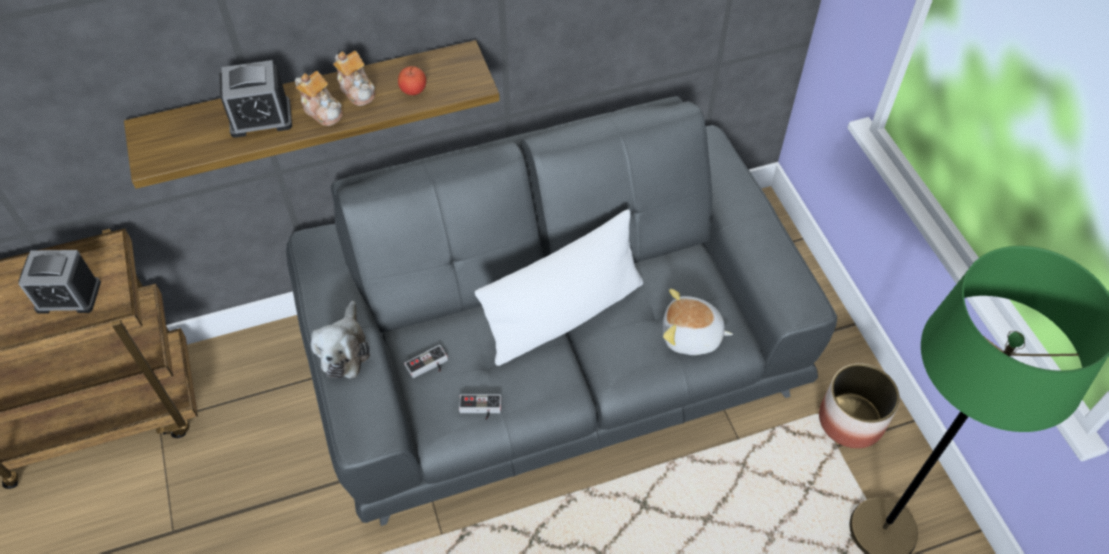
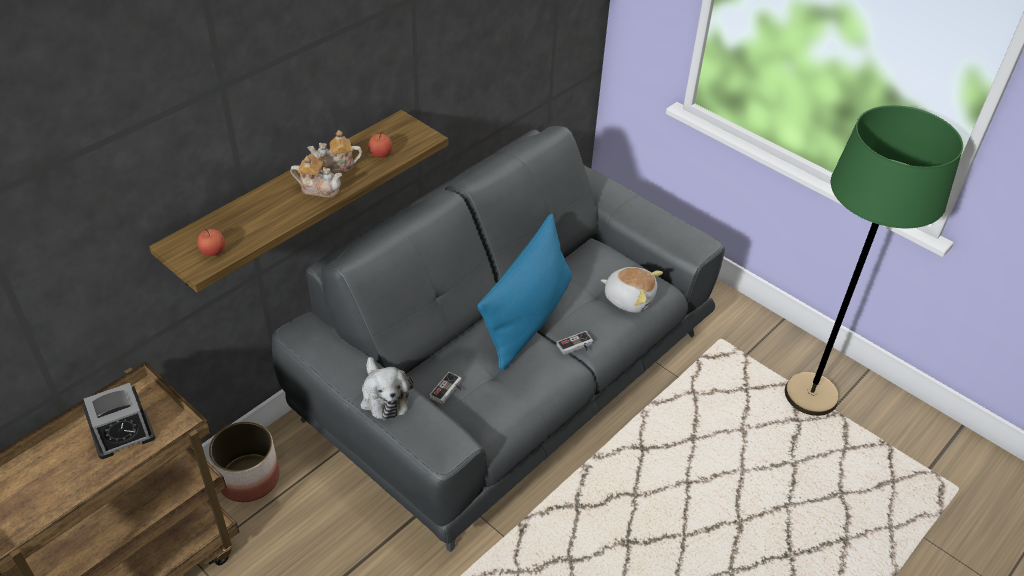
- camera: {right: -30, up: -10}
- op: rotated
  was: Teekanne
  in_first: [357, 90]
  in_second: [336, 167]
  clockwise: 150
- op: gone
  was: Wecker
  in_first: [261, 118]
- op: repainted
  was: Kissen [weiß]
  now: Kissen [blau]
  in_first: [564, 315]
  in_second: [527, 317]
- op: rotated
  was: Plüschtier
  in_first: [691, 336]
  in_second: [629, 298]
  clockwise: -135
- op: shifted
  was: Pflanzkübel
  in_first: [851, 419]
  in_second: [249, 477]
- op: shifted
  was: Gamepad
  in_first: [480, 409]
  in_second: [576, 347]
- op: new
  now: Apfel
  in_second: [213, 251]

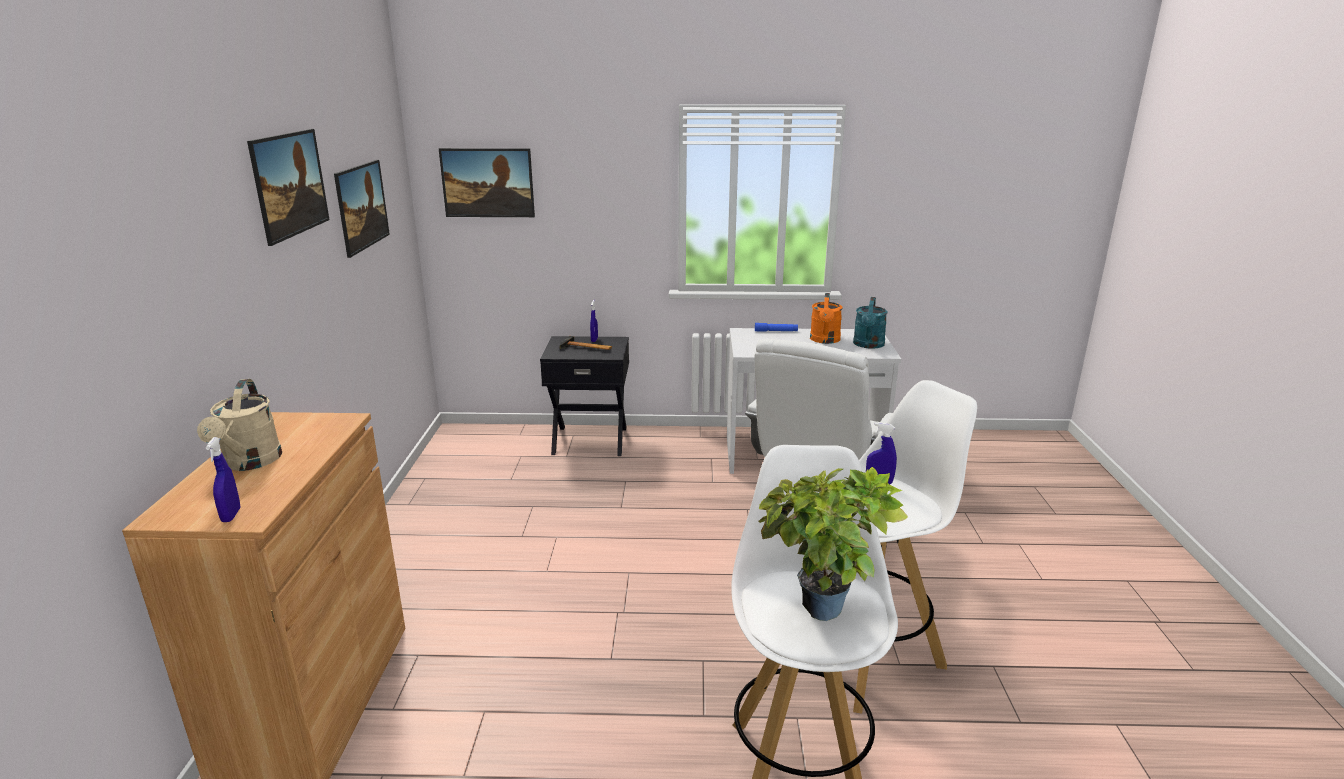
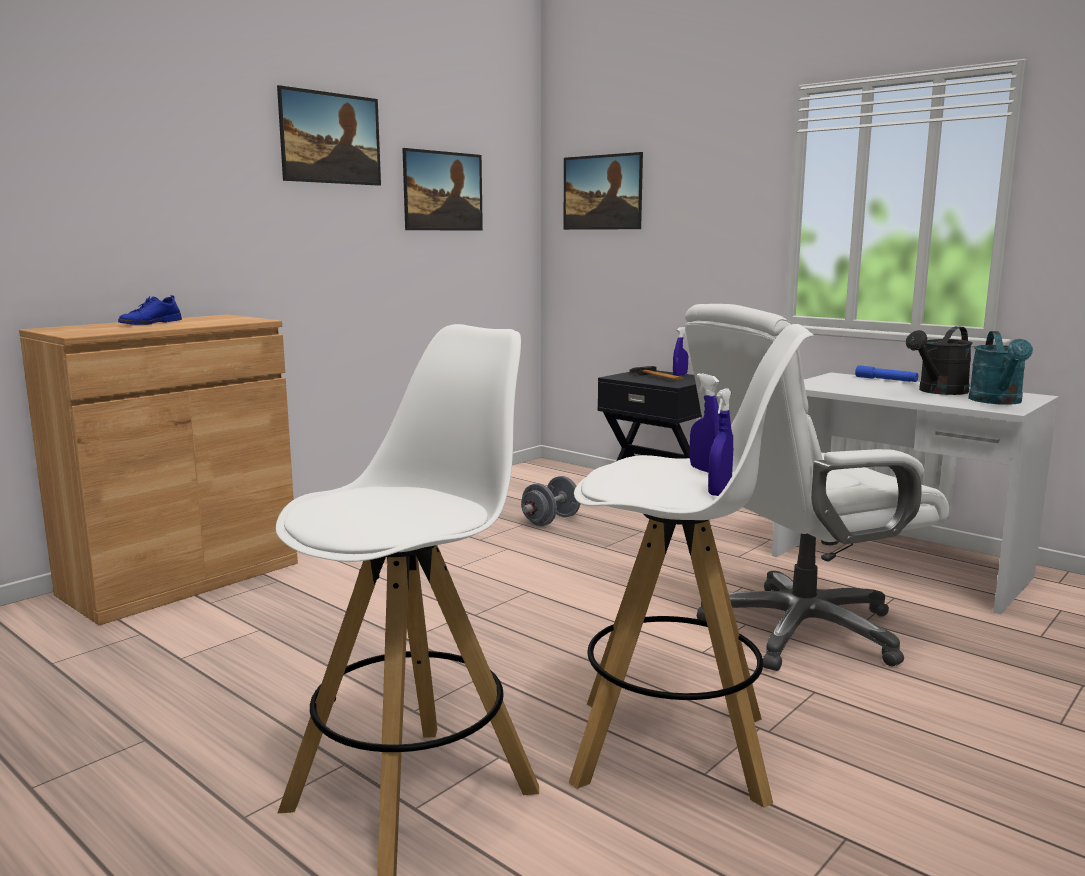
- camera: {right: 40, up: -10}
- op: repainted
  was: Gießkanne [orange]
  now: Gießkanne [schwarz]
  in_first: [825, 340]
  in_second: [938, 392]
- op: rotated
  was: Gießkanne [türkis]
  in_first: [868, 345]
  in_second: [998, 402]
  clockwise: -45
- op: swapped
  was: Gießkanne [beige]
  now: Schuh [blau]
  in_first: [249, 463]
  in_second: [150, 323]
- op: shifted
  was: Sprühflasche [blau]
  in_first: [231, 515]
  in_second: [719, 492]
- op: gone
  was: Topfpflanze
  in_first: [821, 616]
- op: new
  now: Hantel [grau]
  in_second: [551, 520]

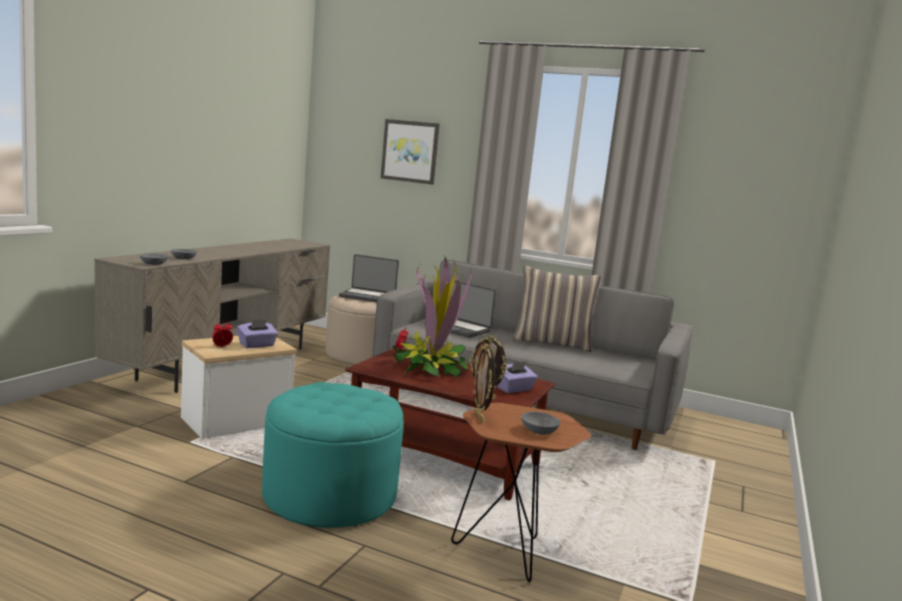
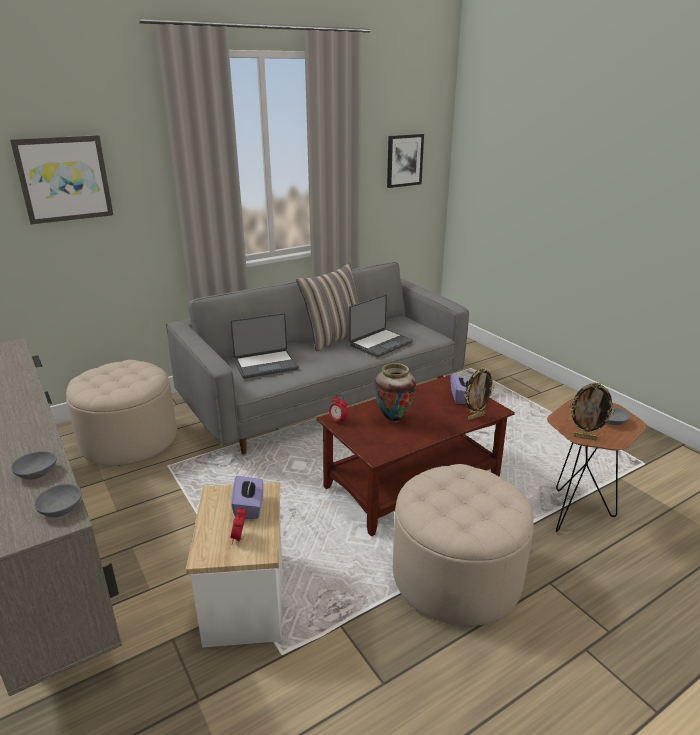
- camera: {right: -55, up: 15}
- op: shifted
  was: Laptop
  in_first: [368, 297]
  in_second: [380, 343]
- op: swapped
  was: Topfpflanze
  now: Vase
  in_first: [431, 368]
  in_second: [393, 419]
- op: repainted
  was: Polsterhocker [türkis]
  now: Polsterhocker [beige]
  in_first: [330, 495]
  in_second: [456, 576]
- op: new
  now: Bild
  in_second: [404, 160]

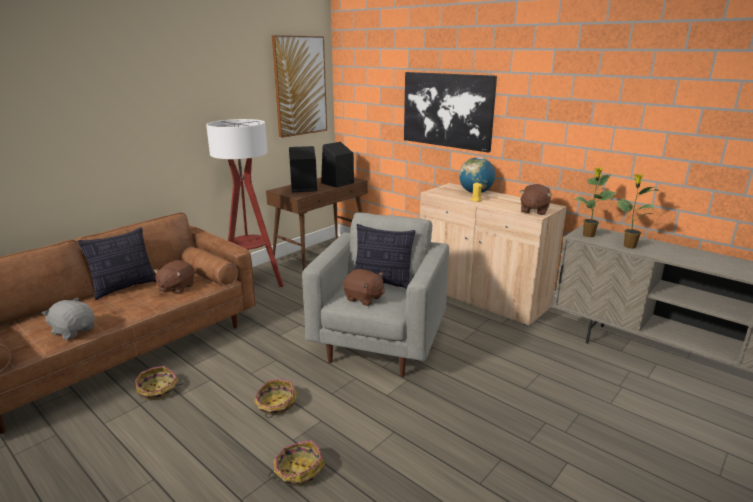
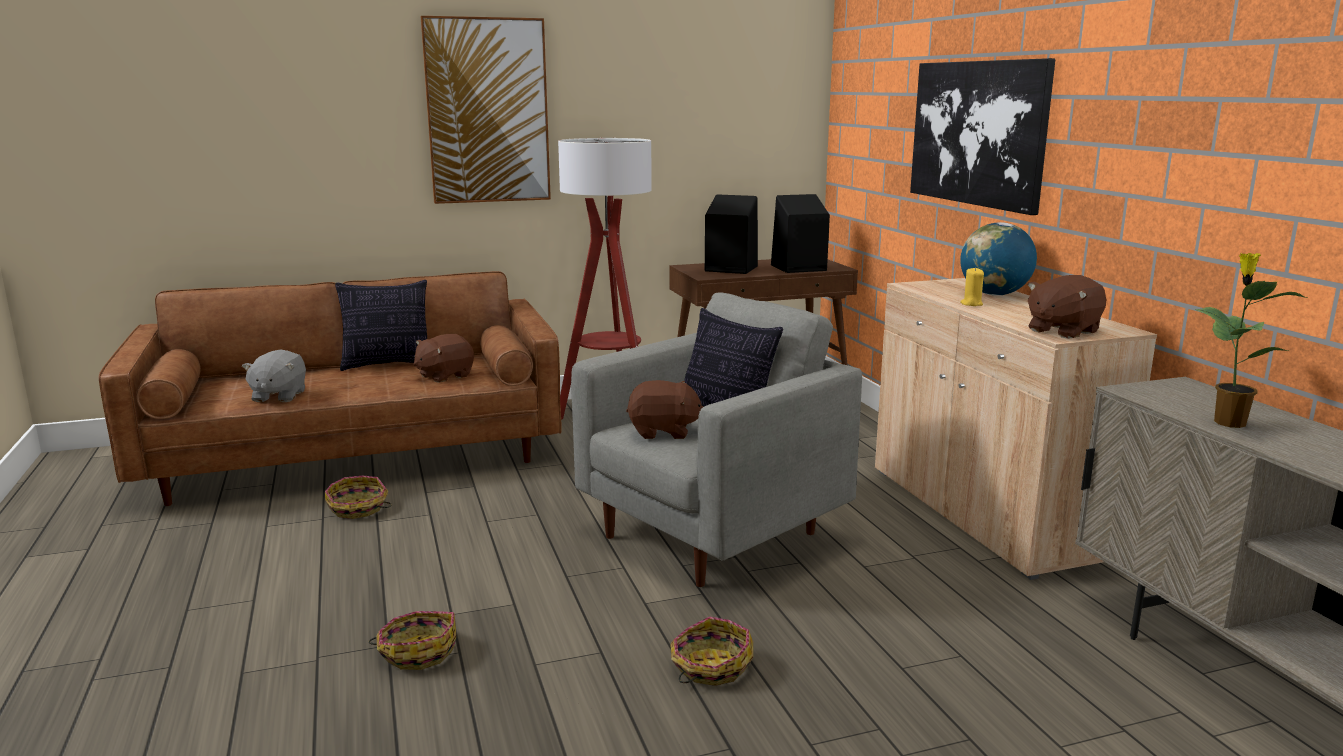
- camera: {right: 30, up: -5}
- op: shifted
  was: Bild
  in_first: [300, 86]
  in_second: [487, 111]
- op: gone
  was: Topfpflanze
  in_first: [588, 235]
- op: rotated
  was: Plüschtier [braun]
  in_first: [364, 298]
  in_second: [663, 432]
  clockwise: -60
- op: rotated
  was: Plüschtier [grau]
  in_first: [74, 331]
  in_second: [278, 396]
  clockwise: -150
- op: shifted
  was: Korb
  in_first: [276, 404]
  in_second: [710, 666]

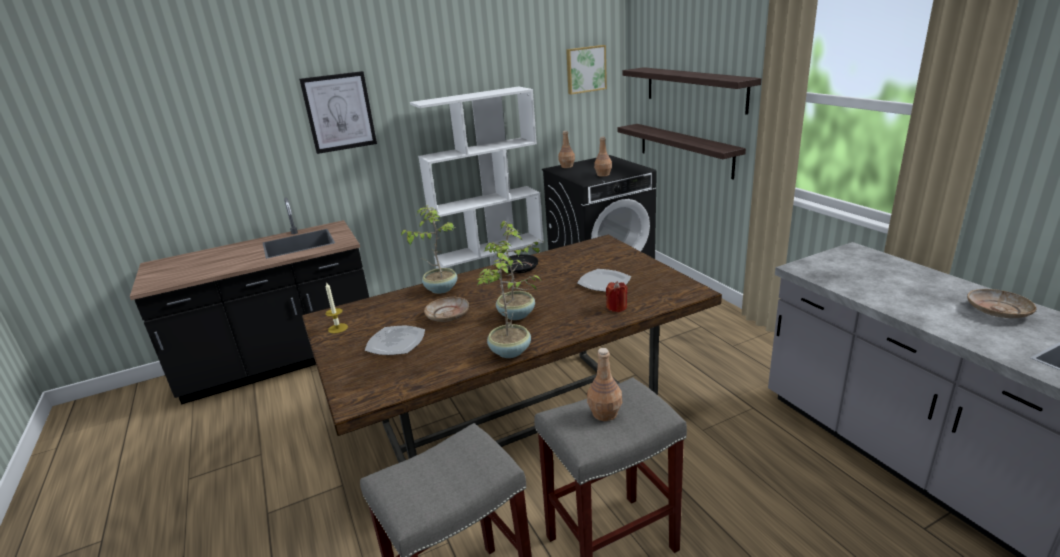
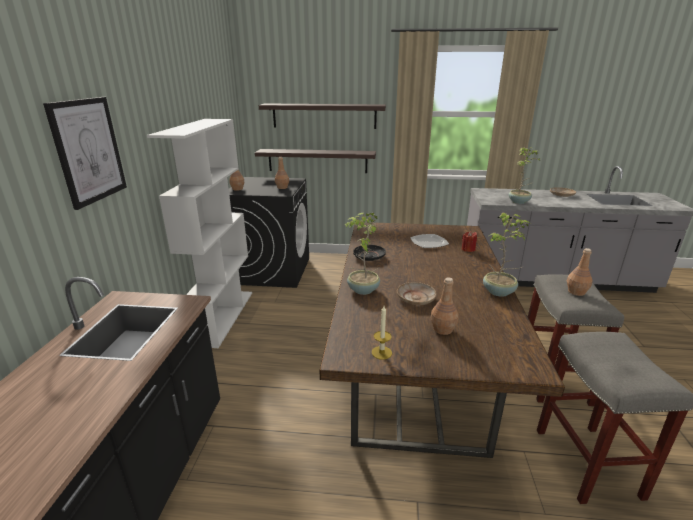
- camera: {right: -60, up: 0}
- op: gone
  was: Bild
  in_first: [585, 69]
- op: shifted
  was: Topfpflanze
  in_first: [517, 315]
  in_second: [519, 202]
- op: swapped
  was: Teller
  now: Flasche [braun]
  in_first: [396, 342]
  in_second: [442, 329]

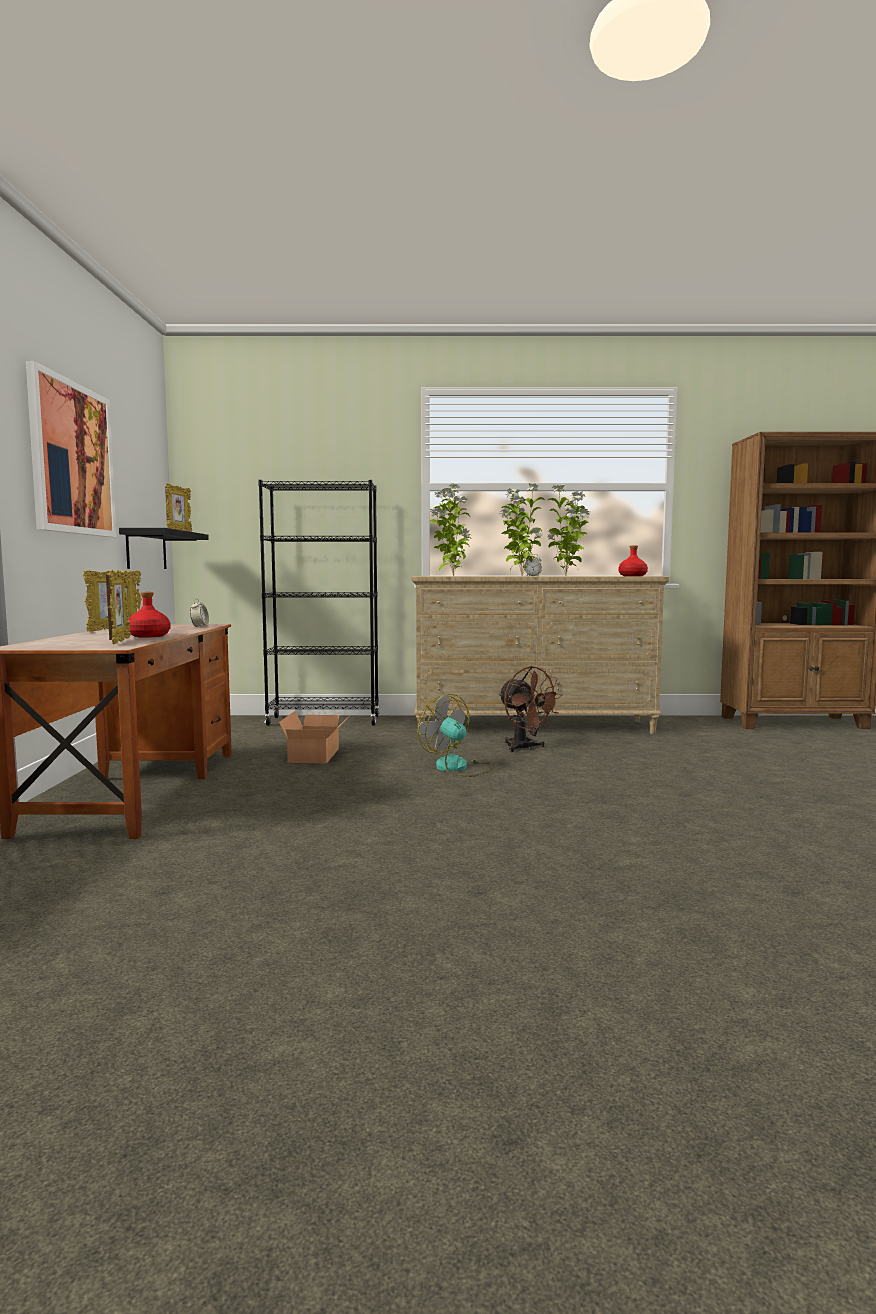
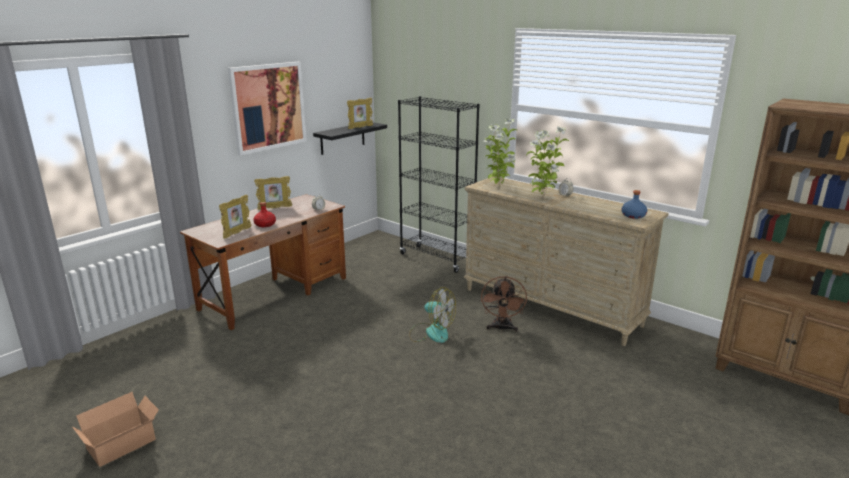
- camera: {right: 40, up: 15}
- op: gone
  was: Topfpflanze
  in_first: [567, 576]
- op: repainted
  was: Flasche [rot]
  now: Flasche [blau]
  in_first: [632, 576]
  in_second: [633, 216]
- op: rotated
  was: Ventilator
  in_first: [458, 768]
  in_second: [431, 332]
  clockwise: 120
- op: shifted
  was: Karton
  in_first: [317, 755]
  in_second: [123, 444]

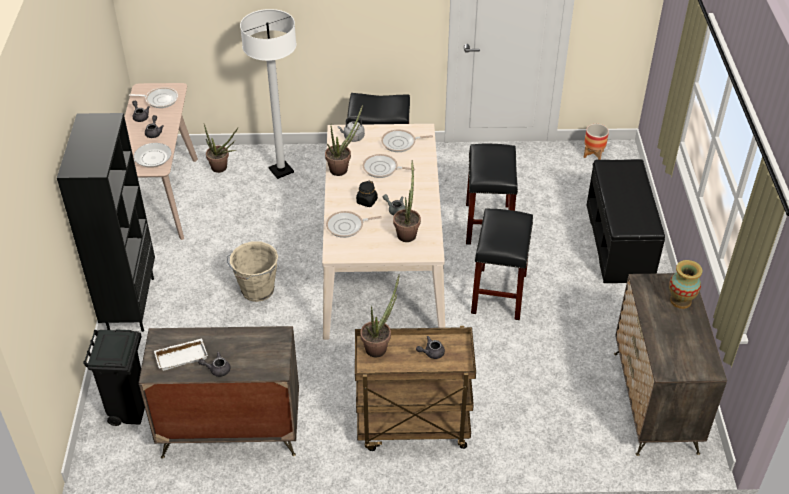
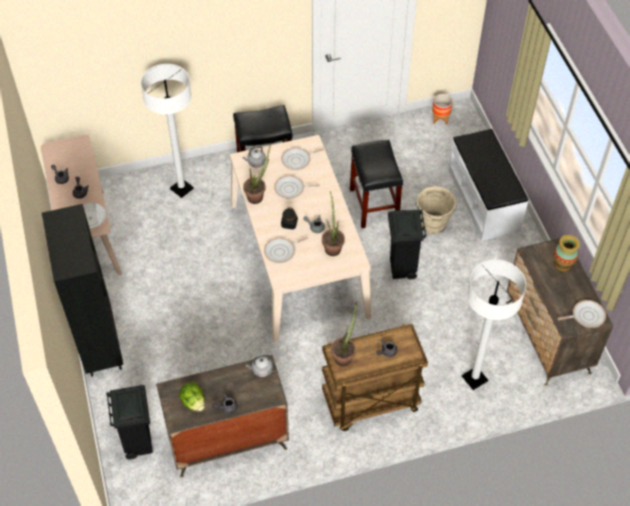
- camera: {right: -15, up: 10}
- op: shifted
  was: Pfanne
  in_first: [160, 99]
  in_second: [586, 316]
- op: gone
  was: Topfpflanze
  in_first: [222, 168]
- op: repainted
  was: Bank [schwarz]
  now: Bank [weiß]
  in_first: [620, 242]
  in_second: [484, 200]
- op: swapped
  was: Hocker [schwarz]
  now: Mülleimer [schwarz]
  in_first: [499, 294]
  in_second: [402, 269]
- op: shifted
  was: Eimer [beige]
  in_first: [257, 291]
  in_second: [433, 225]
- op: swapped
  was: Tablett [weiß]
  now: Salatkopf
  in_first: [182, 356]
  in_second: [193, 402]
- op: new
  now: Stehlampe [weiß]
  in_second: [474, 378]
- op: new
  now: Wasserkessel [grau]
  in_second: [261, 370]

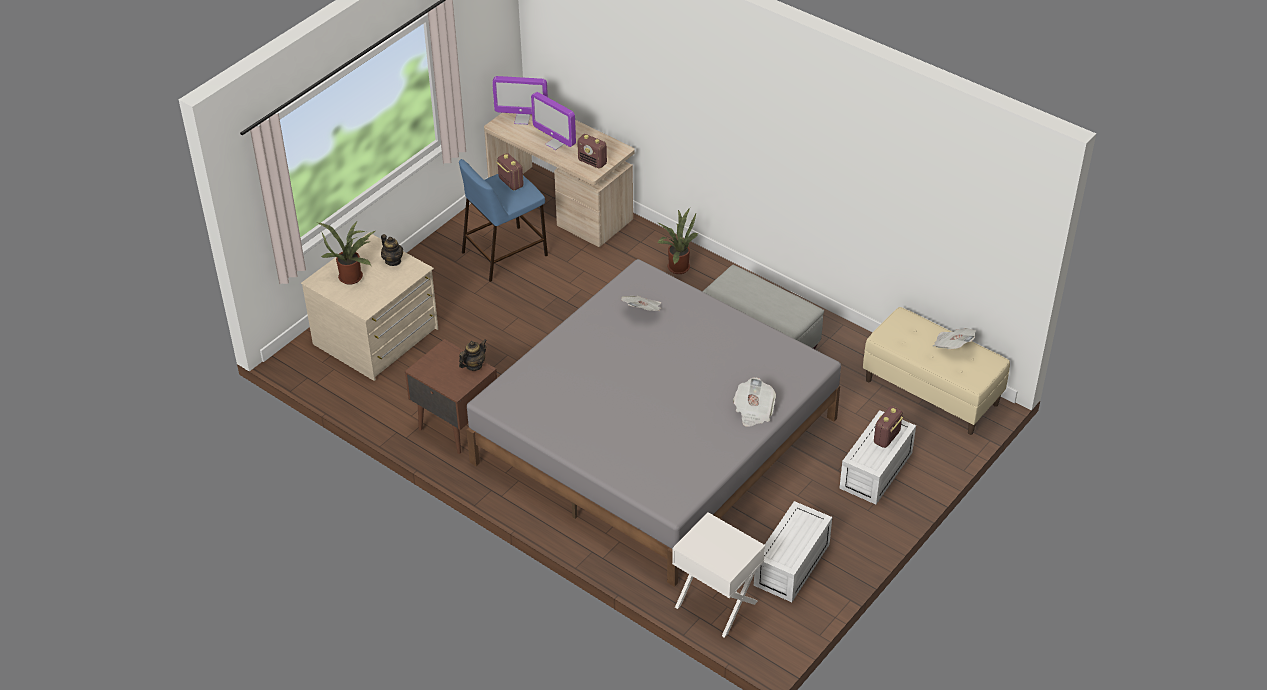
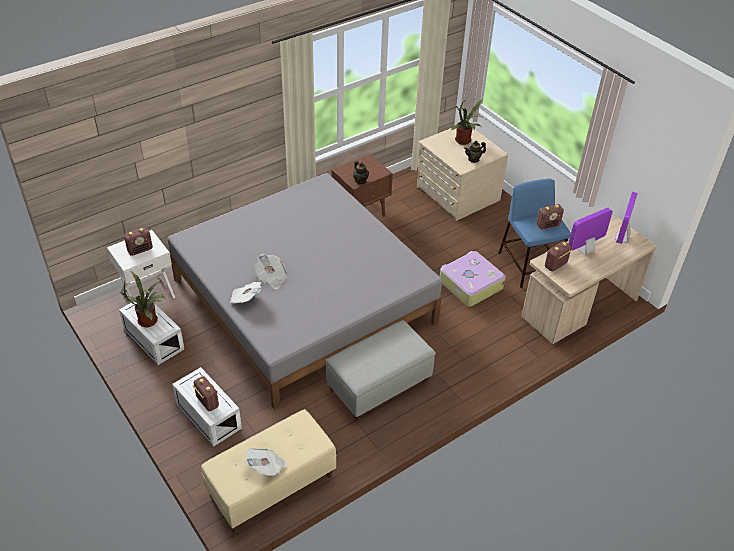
- camera: {right: 105, up: 0}
- op: shifted
  was: Topfpflanze
  in_first: [676, 266]
  in_second: [150, 320]
- op: shifted
  was: Zeitung
  in_first: [643, 311]
  in_second: [271, 278]
- op: new
  now: Radio
  in_second: [140, 250]
- op: new
  now: Koffer
  in_second: [470, 284]

